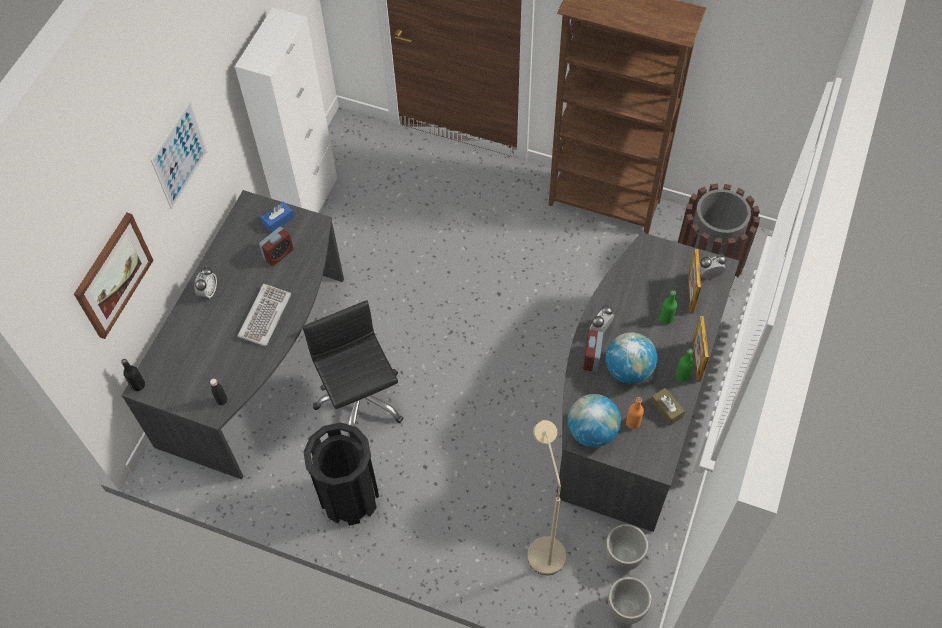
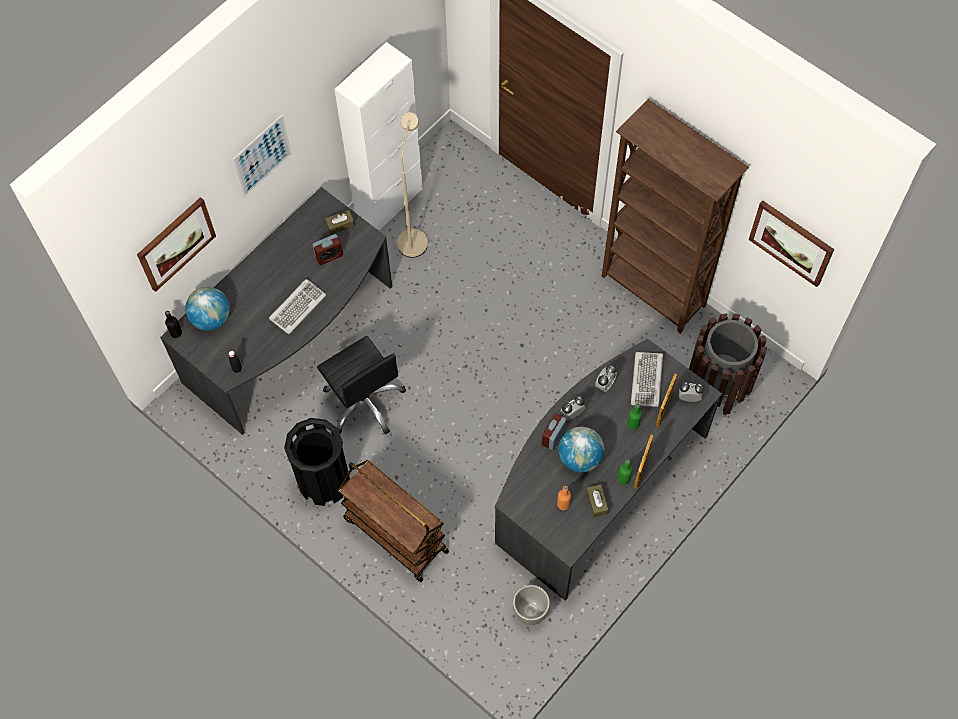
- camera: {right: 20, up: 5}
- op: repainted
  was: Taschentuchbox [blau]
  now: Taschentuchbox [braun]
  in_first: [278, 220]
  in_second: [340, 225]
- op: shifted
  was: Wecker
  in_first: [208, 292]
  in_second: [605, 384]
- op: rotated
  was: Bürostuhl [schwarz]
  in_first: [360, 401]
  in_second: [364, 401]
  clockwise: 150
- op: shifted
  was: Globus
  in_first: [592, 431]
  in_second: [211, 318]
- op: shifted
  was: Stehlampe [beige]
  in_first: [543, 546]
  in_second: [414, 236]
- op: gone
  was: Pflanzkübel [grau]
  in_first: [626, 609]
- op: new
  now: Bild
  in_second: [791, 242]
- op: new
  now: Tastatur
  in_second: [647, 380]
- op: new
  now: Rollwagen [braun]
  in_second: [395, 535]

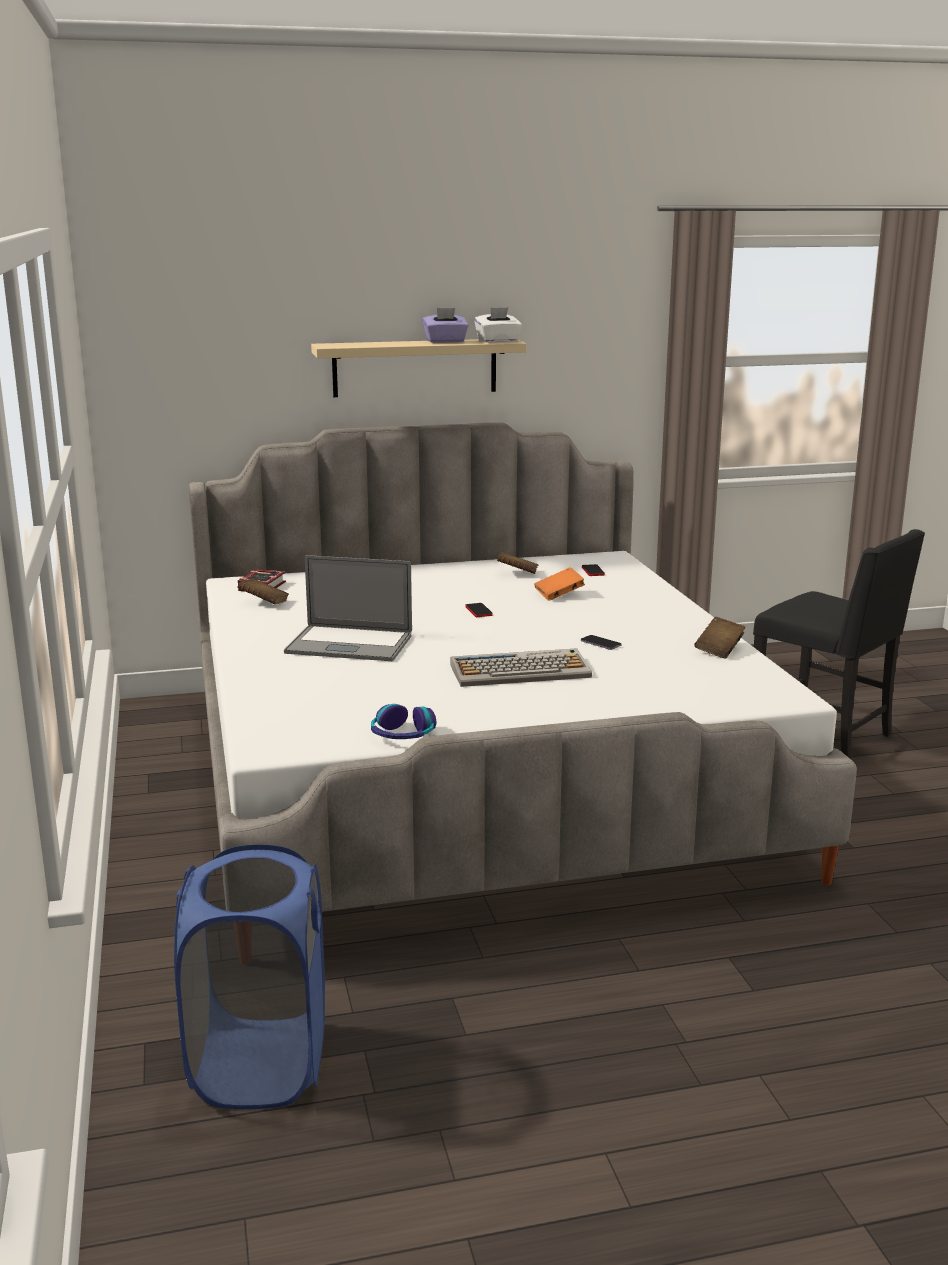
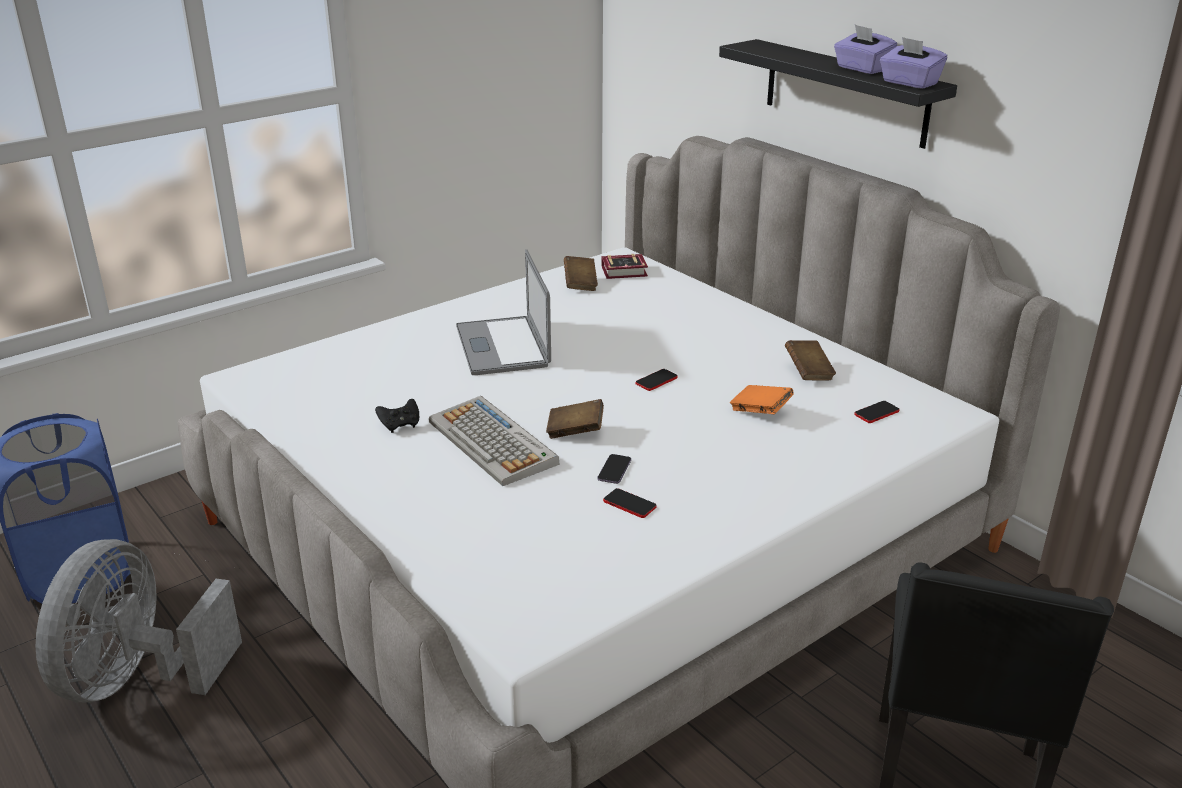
- camera: {right: 65, up: 10}
- op: repainted
  was: Taschentuchbox [weiß]
  now: Taschentuchbox [lila]
  in_first: [498, 341]
  in_second: [909, 83]
- op: repainted
  was: Wandregal [beige]
  now: Wandregal [schwarz]
  in_first: [415, 367]
  in_second: [845, 92]
- op: shifted
  was: Buch [braun]
  in_first: [719, 649]
  in_second: [575, 431]
- op: gone
  was: Kopfhörer
  in_first: [402, 735]
- op: new
  now: Gamepad [schwarz]
  in_second: [400, 425]
- op: new
  now: Handy
  in_second: [629, 504]
- op: new
  now: Ventilator [grau]
  in_second: [139, 678]

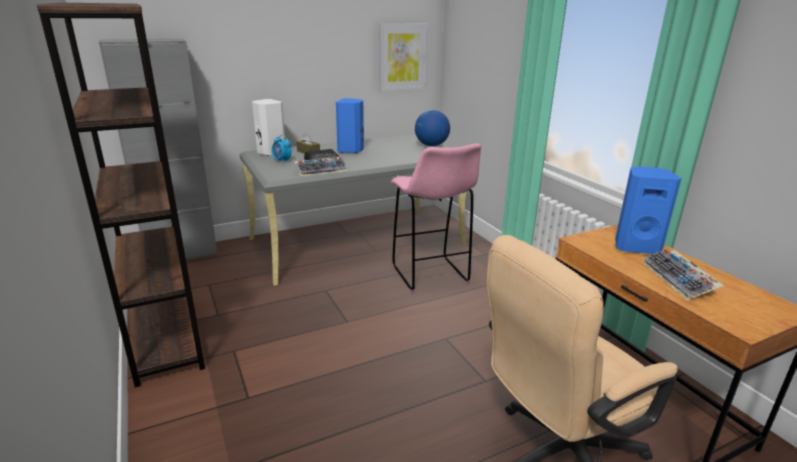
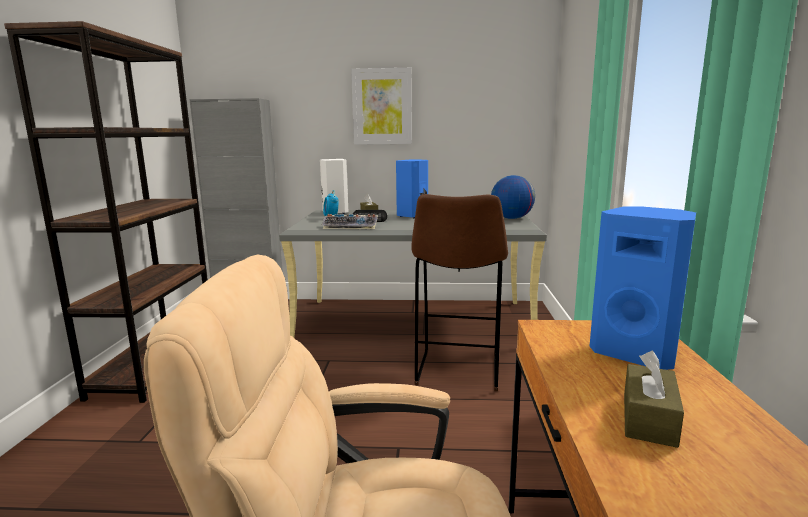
- camera: {right: 30, up: -10}
- op: shifted
  was: Bild
  in_first: [402, 57]
  in_second: [382, 107]
- op: repainted
  was: Hocker [rosa]
  now: Hocker [braun]
  in_first: [430, 275]
  in_second: [457, 372]
- op: swapped
  was: Tastatur
  now: Taschentuchbox [braun]
  in_first: [679, 280]
  in_second: [648, 418]

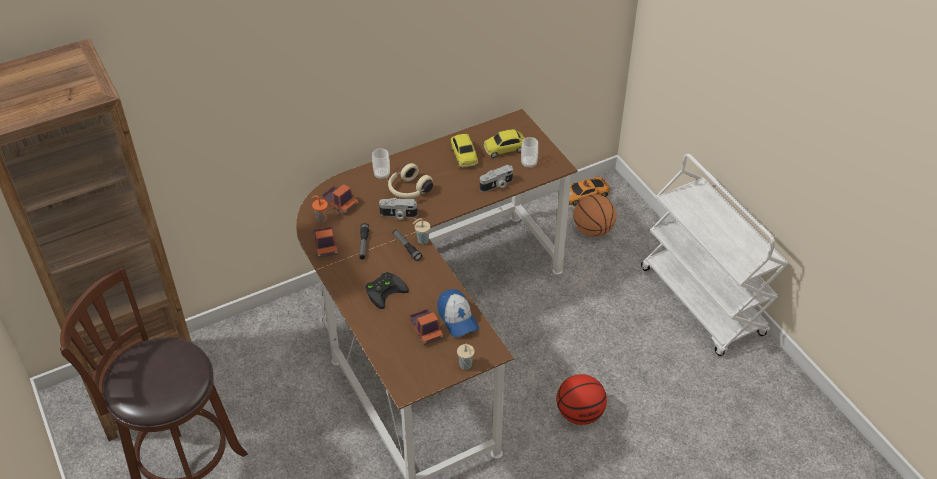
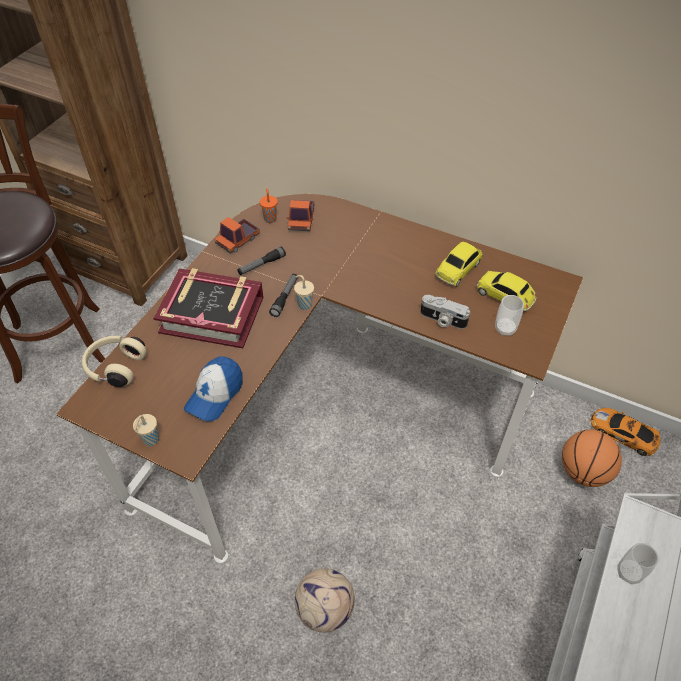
- camera: {right: 55, up: 5}
- op: shifted
  was: Tasse
  in_first: [382, 175]
  in_second: [629, 572]
- op: shifted
  was: Kopfhörer [beige]
  in_first: [408, 190]
  in_second: [115, 366]
- op: gone
  was: Kamera
  in_first: [398, 215]
- op: swapped
  was: Gamepad [schwarz]
  now: Buch
  in_first: [385, 290]
  in_second: [212, 314]
- op: gone
  was: Spielzeuglaster
  in_first: [426, 330]
- op: swapped
  was: Basketball
  now: Fußball
  in_first: [579, 413]
  in_second: [325, 608]

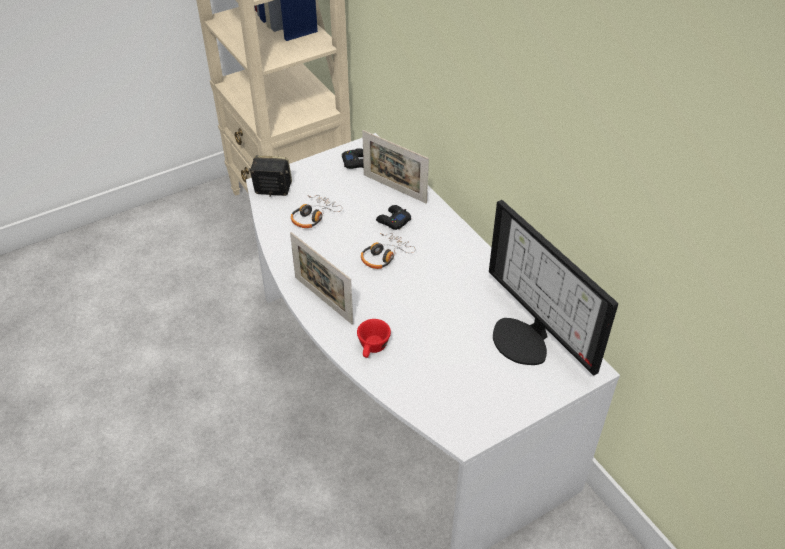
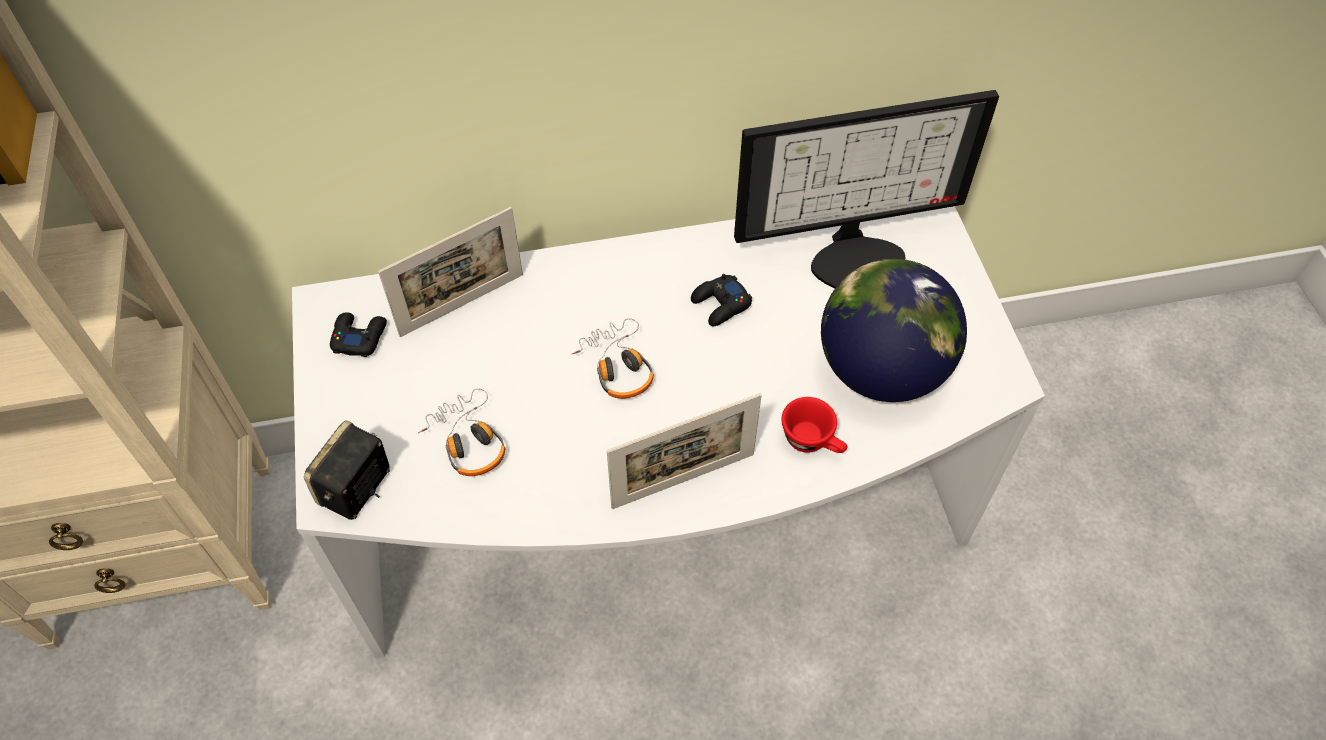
- camera: {right: -70, up: 10}
- op: shifted
  was: Gamepad [schwarz]
  in_first: [393, 220]
  in_second: [721, 305]
- op: new
  now: Globus
  in_second: [881, 371]

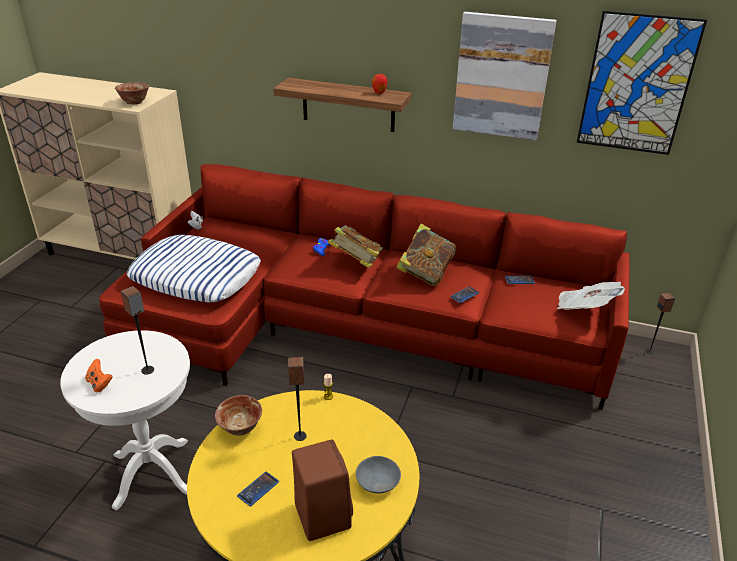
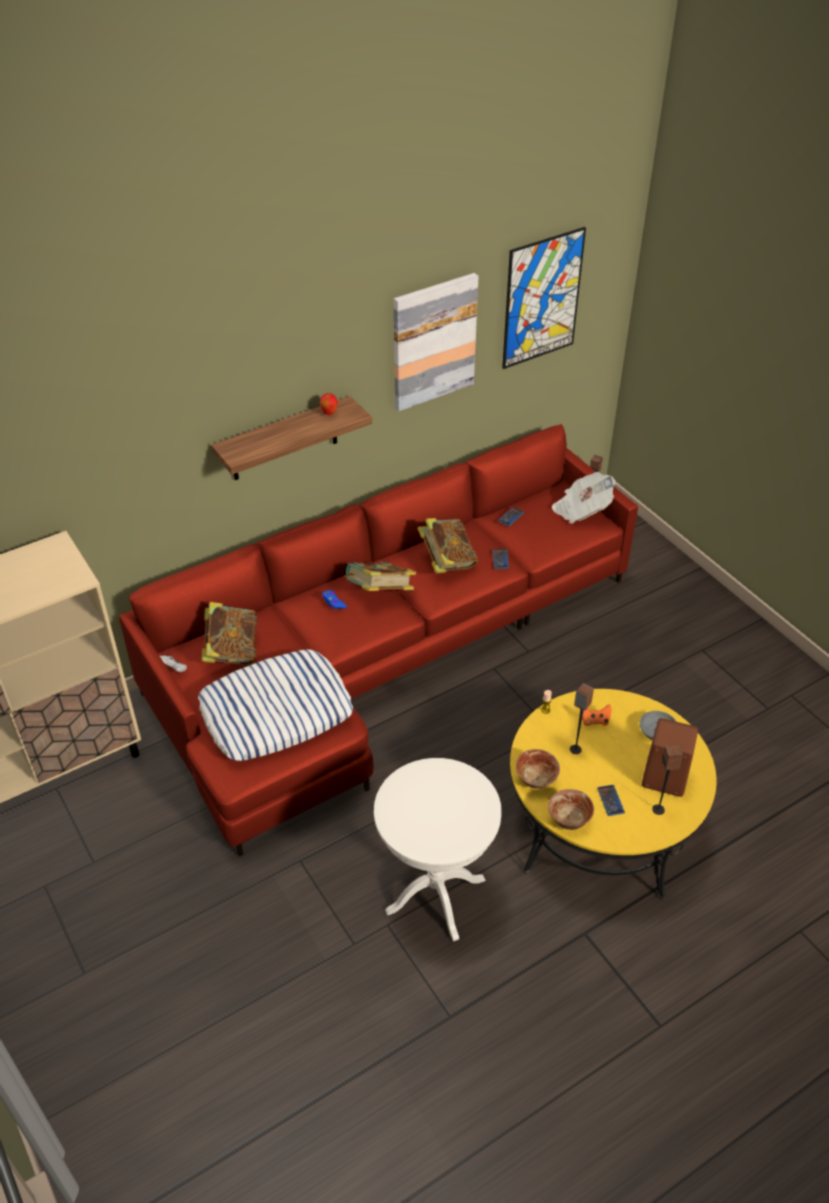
- camera: {right: -50, up: 10}
- op: shifted
  was: Schüssel
  in_first: [134, 102]
  in_second: [569, 820]
- op: shifted
  was: Lautsprecher
  in_first: [148, 370]
  in_second: [658, 809]
- op: shifted
  was: Gamepad [orange]
  in_first: [99, 384]
  in_second: [594, 721]
- op: new
  now: Buch
  in_second: [231, 651]

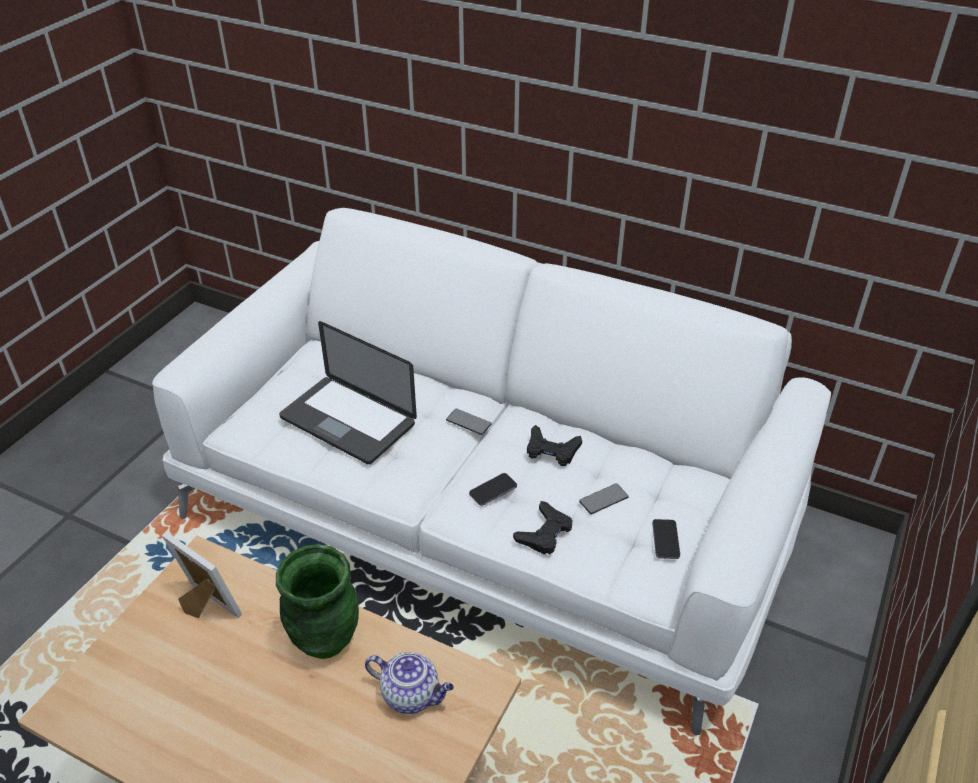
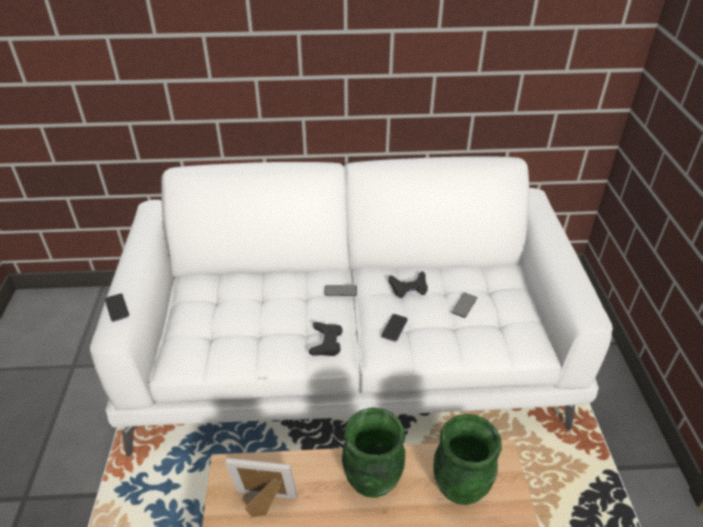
- camera: {right: -30, up: 0}
- op: gone
  was: Laptop
  in_first: [348, 421]
- op: shifted
  was: Gamepad [schwarz]
  in_first: [544, 533]
  in_second: [326, 342]
- op: shifted
  was: Handy
  in_first: [665, 540]
  in_second: [117, 308]
- op: swapped
  was: Teekanne
  now: Vase [grün]
  in_first: [412, 695]
  in_second: [460, 487]

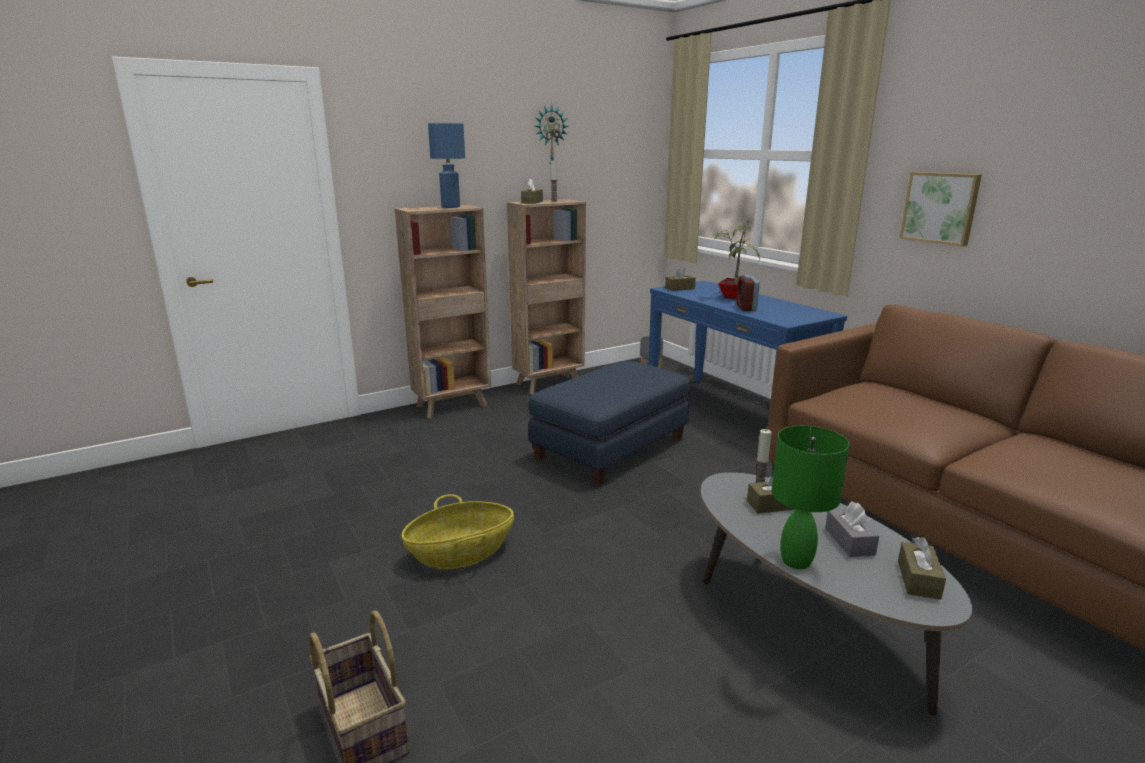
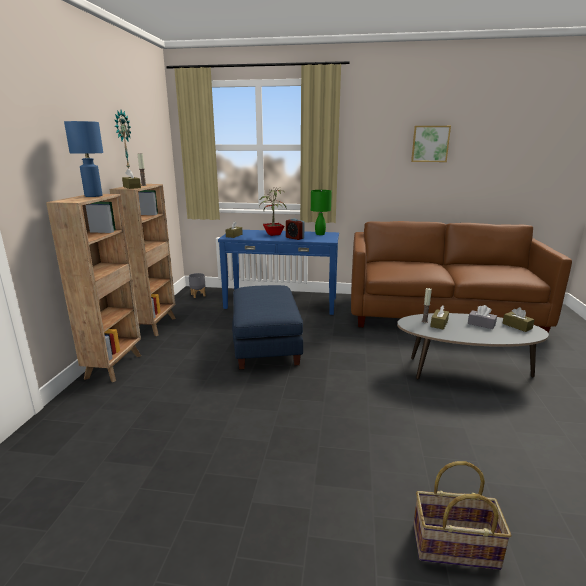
- camera: {right: -50, up: 0}
- op: shifted
  was: Bild
  in_first: [940, 208]
  in_second: [430, 144]
- op: shifted
  was: Tischlampe [grün]
  in_first: [795, 561]
  in_second: [319, 234]
- op: gone
  was: Korb
  in_first: [461, 553]

